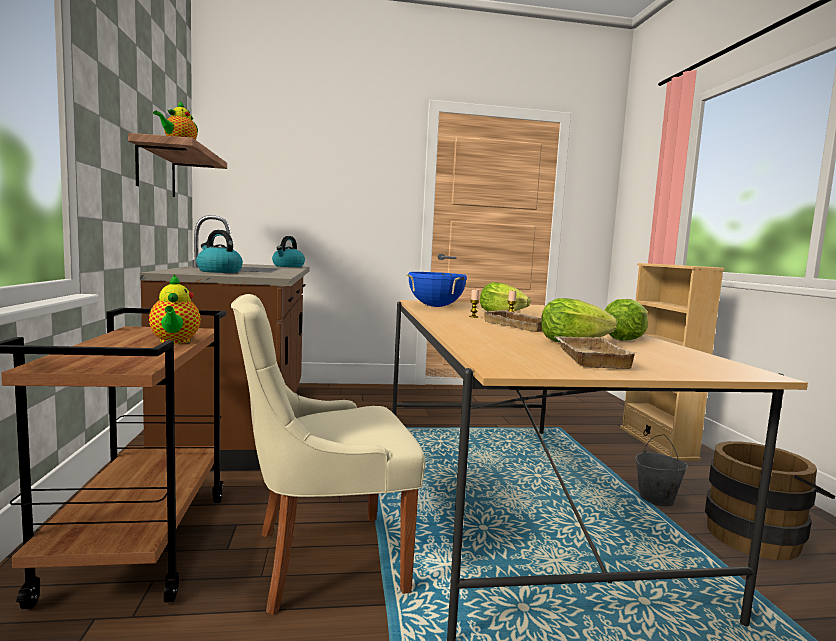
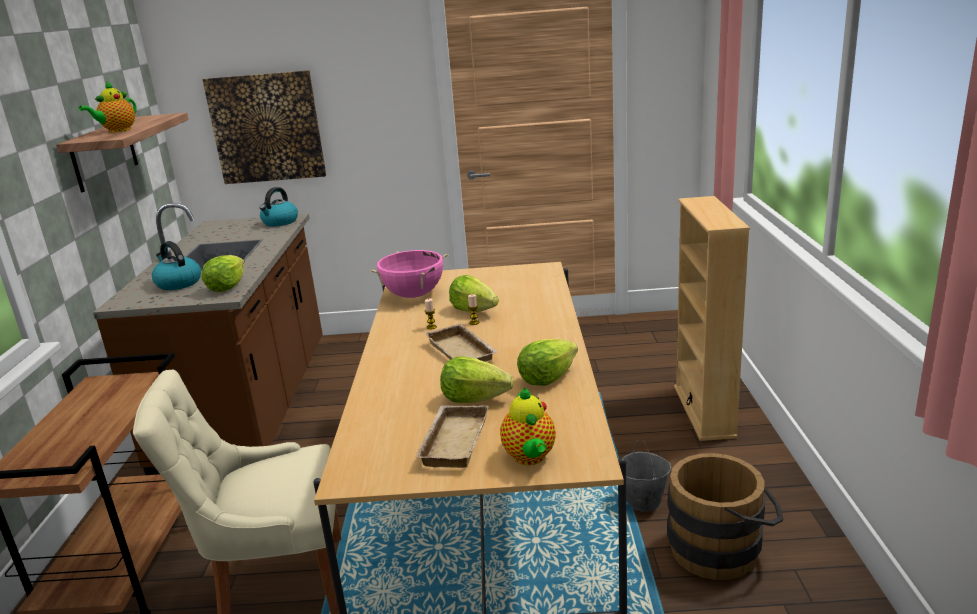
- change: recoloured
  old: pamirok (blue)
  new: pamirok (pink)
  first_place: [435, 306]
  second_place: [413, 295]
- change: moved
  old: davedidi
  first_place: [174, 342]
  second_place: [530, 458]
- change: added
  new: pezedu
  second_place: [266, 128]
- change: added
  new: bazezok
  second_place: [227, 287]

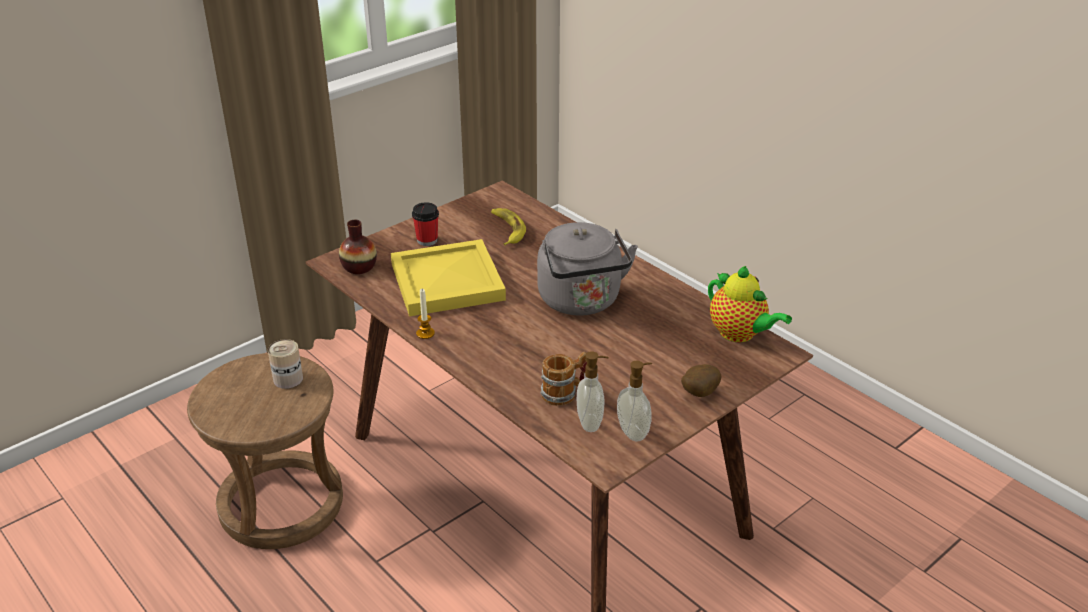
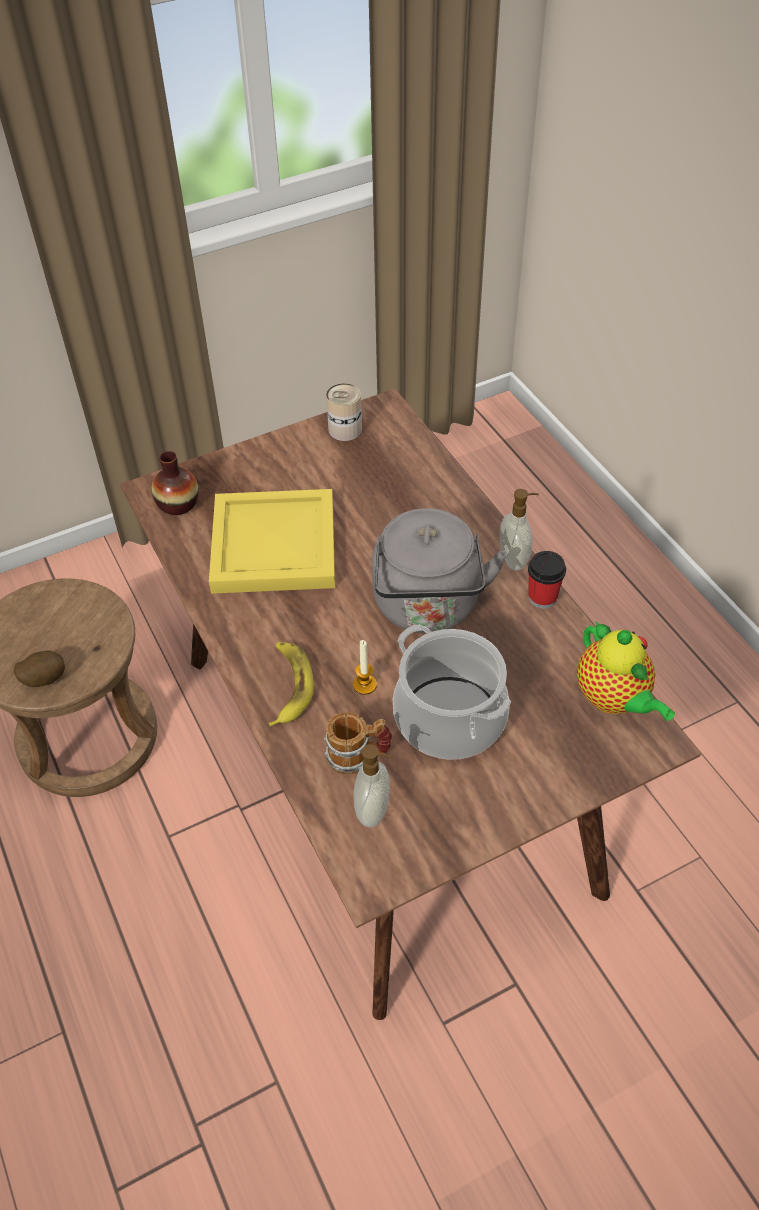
- change: moved
  old: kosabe
  first_place: [427, 240]
  second_place: [542, 597]
- change: moved
  old: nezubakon
  first_place: [507, 229]
  second_place: [289, 686]
- change: moved
  old: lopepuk
  first_place: [425, 333]
  second_place: [364, 685]
- change: moved
  old: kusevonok
  first_place: [288, 379]
  second_place: [345, 429]
- change: moved
  old: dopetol
  first_place: [634, 432]
  second_place: [515, 559]
- change: moved
  old: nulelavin
  first_place: [698, 393]
  second_place: [44, 679]
- change: added
  new: pamirok
  second_place: [450, 717]

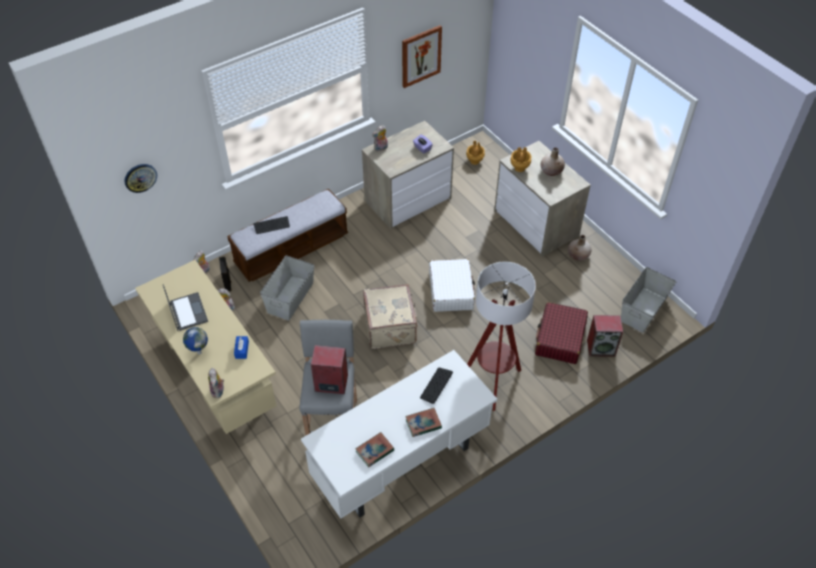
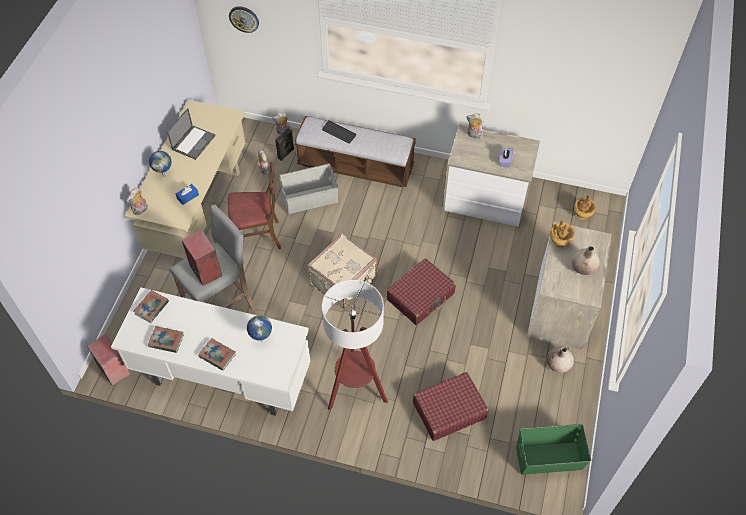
- change: removed
  old: pezedu
  first_place: [421, 56]
- change: recoloured
  old: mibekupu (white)
  new: mibekupu (red)
  first_place: [451, 291]
  second_place: [420, 296]
- change: recoloured
  old: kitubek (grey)
  new: kitubek (green)
  first_place: [643, 309]
  second_place: [549, 458]
- change: moved
  old: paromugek
  first_place: [601, 347]
  second_place: [115, 370]
- change: replaced
  old: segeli
  new: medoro
  first_place: [436, 385]
  second_place: [261, 339]
- change: added
  new: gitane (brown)
  second_place: [258, 237]
- change: added
  new: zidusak
  second_place: [151, 308]

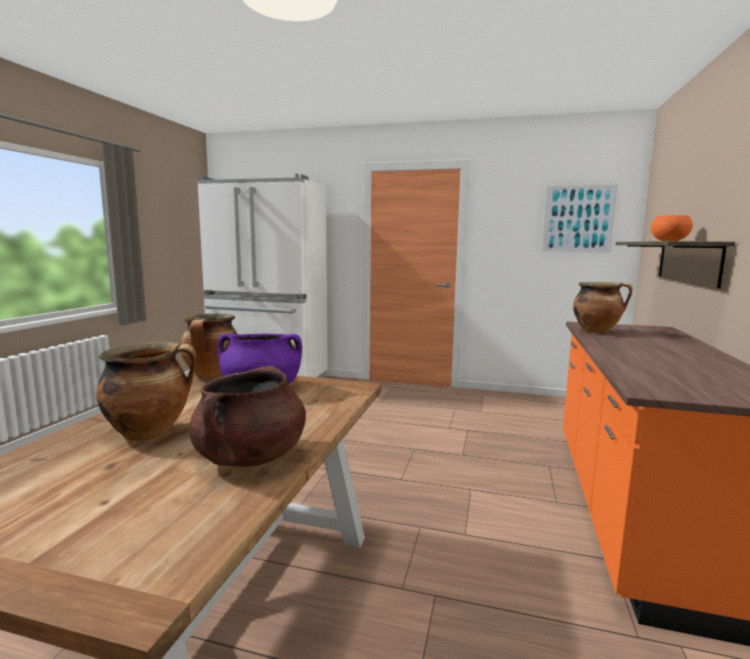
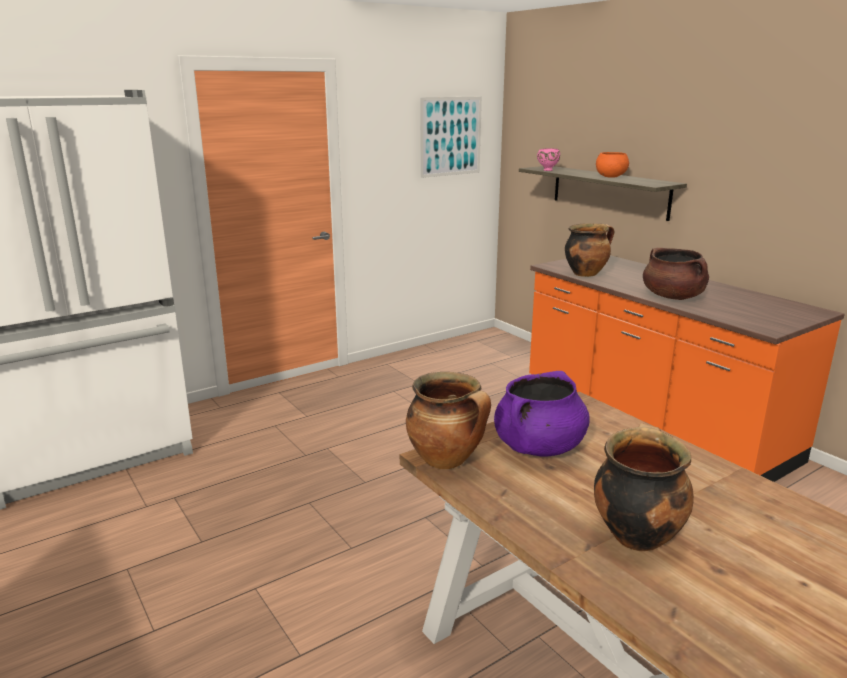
- change: moved
  old: pamirok (brown)
  first_place: [250, 457]
  second_place: [673, 297]
- change: added
  new: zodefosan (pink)
  second_place: [547, 170]

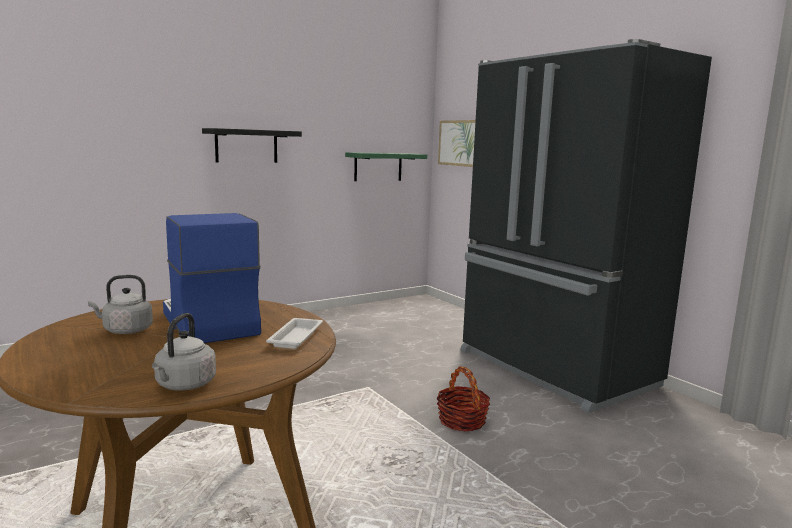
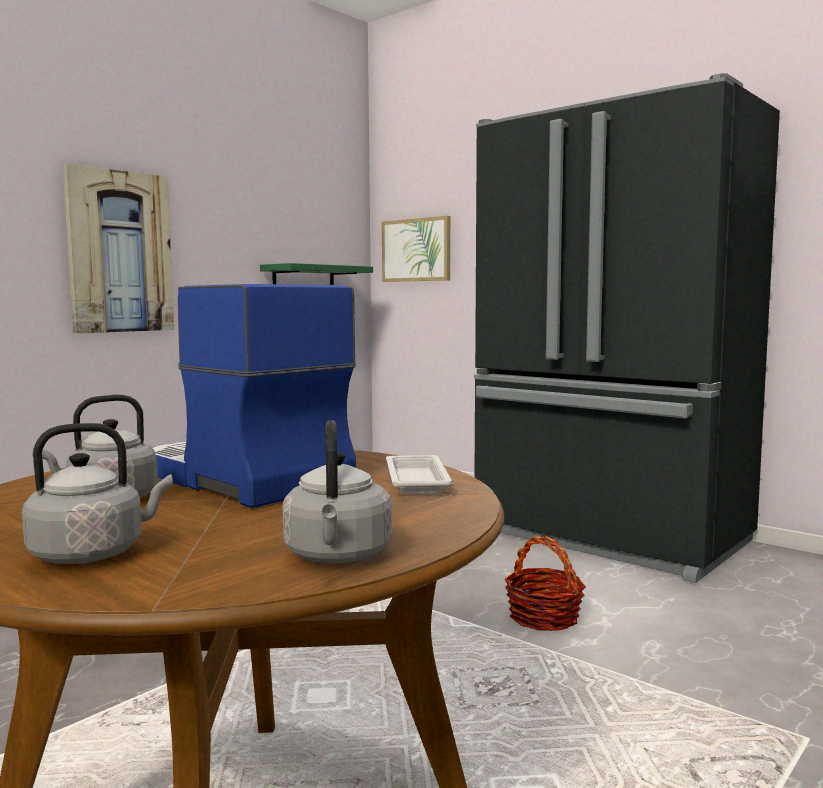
- change: replaced
  old: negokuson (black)
  new: pezedu
  first_place: [246, 146]
  second_place: [119, 252]
- change: added
  new: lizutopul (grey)
  second_place: [93, 554]

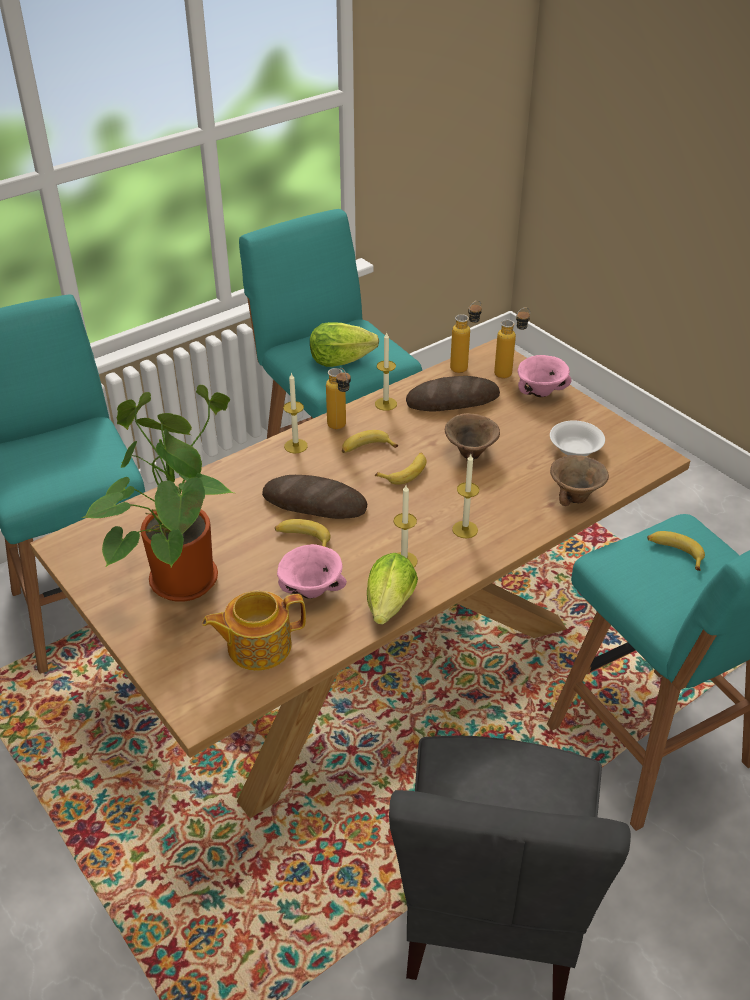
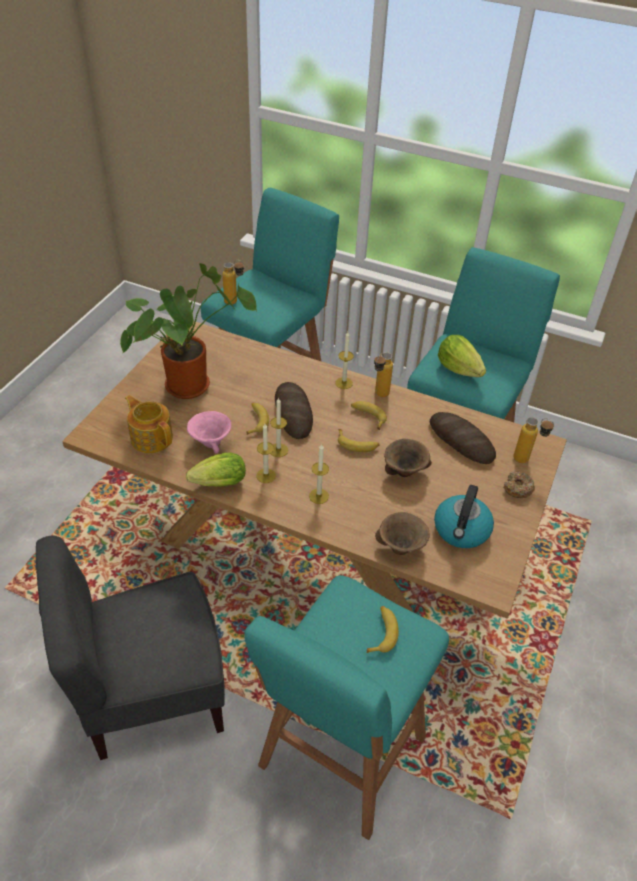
- change: moved
  old: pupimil
  first_place: [464, 366]
  second_place: [235, 303]
- change: moved
  old: lopepuk
  first_place: [386, 404]
  second_place: [278, 450]
- change: replaced
  old: zodefosan (pink)
  new: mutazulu
  first_place: [541, 392]
  second_place: [517, 488]
- change: replaced
  old: zodefosan (white)
  new: lizutopul
  first_place: [575, 448]
  second_place: [461, 531]

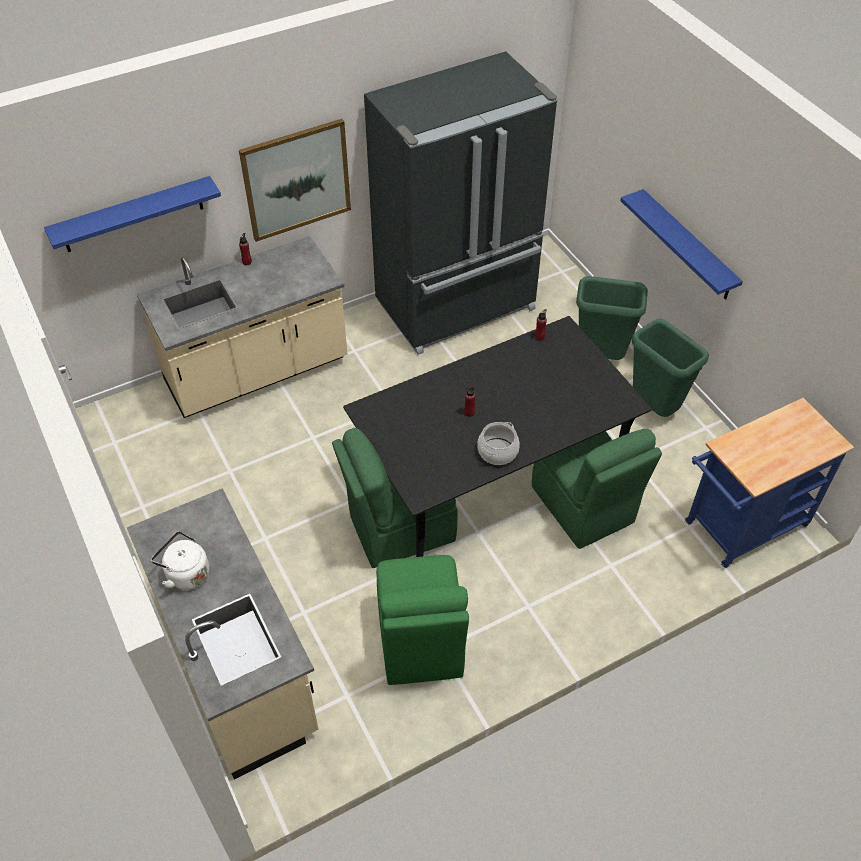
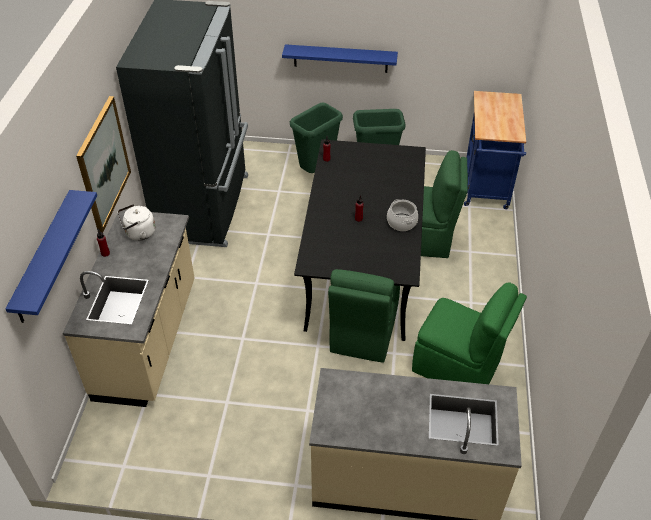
- change: moved
  old: lizutopul (white)
  first_place: [185, 573]
  second_place: [139, 233]

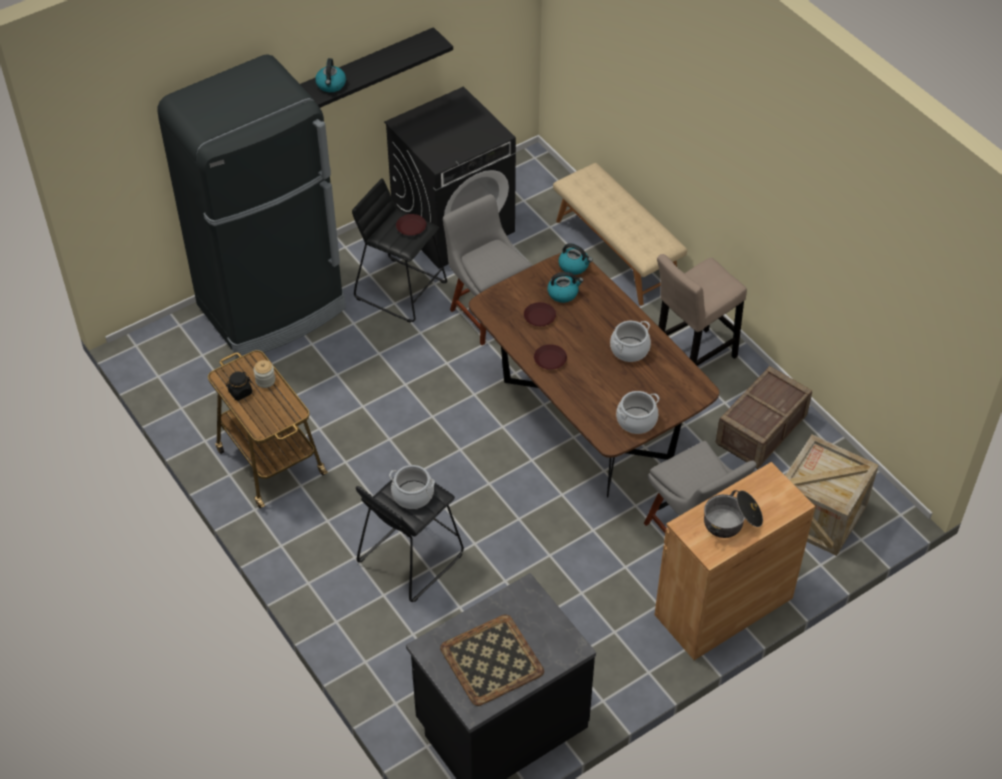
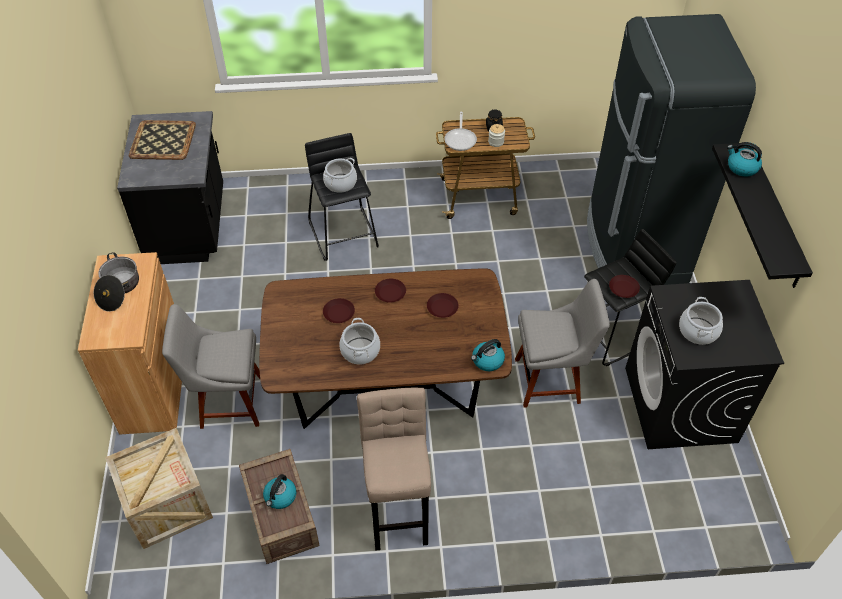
- change: removed
  old: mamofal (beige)
  first_place: [617, 252]
- change: moved
  old: lizutopul
  first_place: [563, 293]
  second_place: [280, 497]
- change: moved
  old: pamirok
  first_place: [636, 420]
  second_place: [698, 331]
- change: added
  new: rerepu
  second_place: [460, 139]
- change: added
  new: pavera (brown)
  second_place: [338, 313]

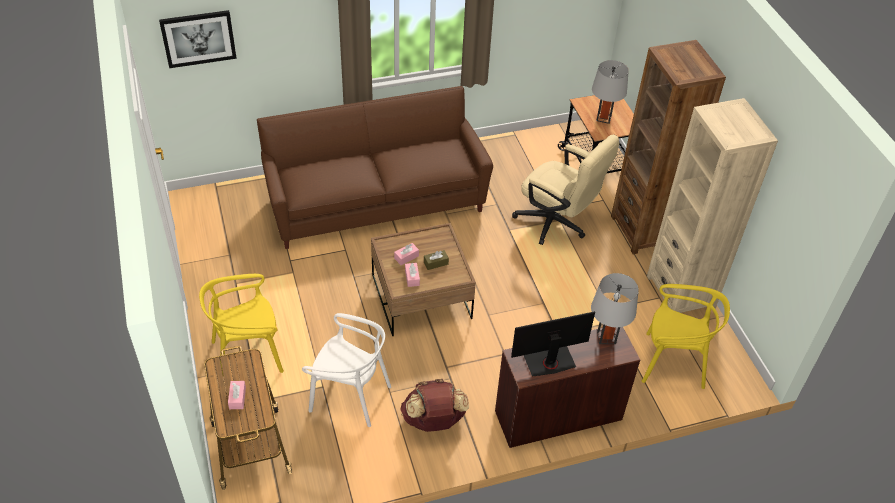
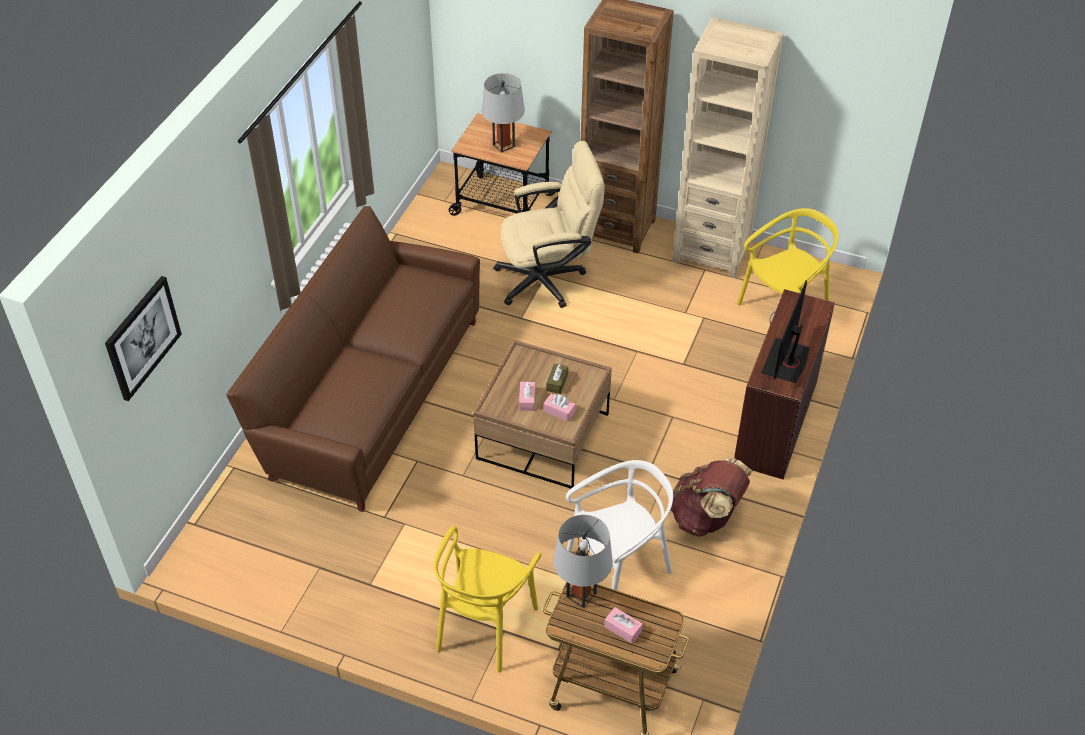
- change: moved
  old: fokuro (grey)
  first_place: [606, 337]
  second_place: [581, 595]

